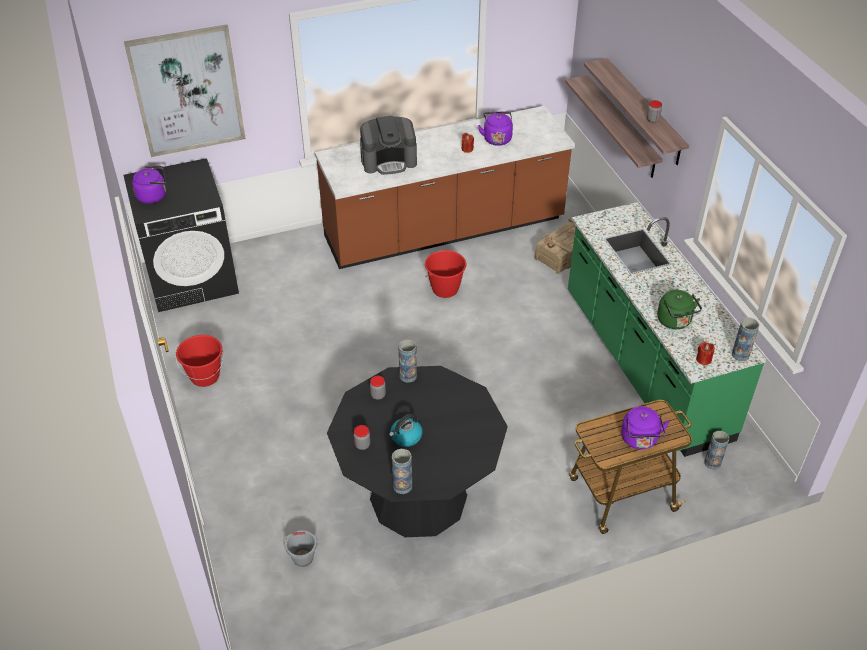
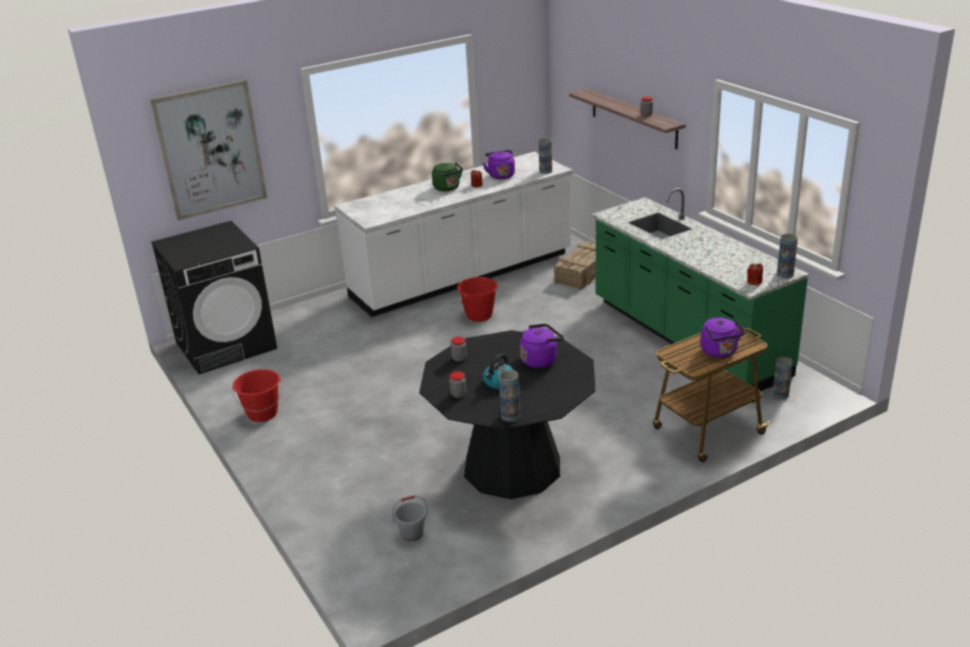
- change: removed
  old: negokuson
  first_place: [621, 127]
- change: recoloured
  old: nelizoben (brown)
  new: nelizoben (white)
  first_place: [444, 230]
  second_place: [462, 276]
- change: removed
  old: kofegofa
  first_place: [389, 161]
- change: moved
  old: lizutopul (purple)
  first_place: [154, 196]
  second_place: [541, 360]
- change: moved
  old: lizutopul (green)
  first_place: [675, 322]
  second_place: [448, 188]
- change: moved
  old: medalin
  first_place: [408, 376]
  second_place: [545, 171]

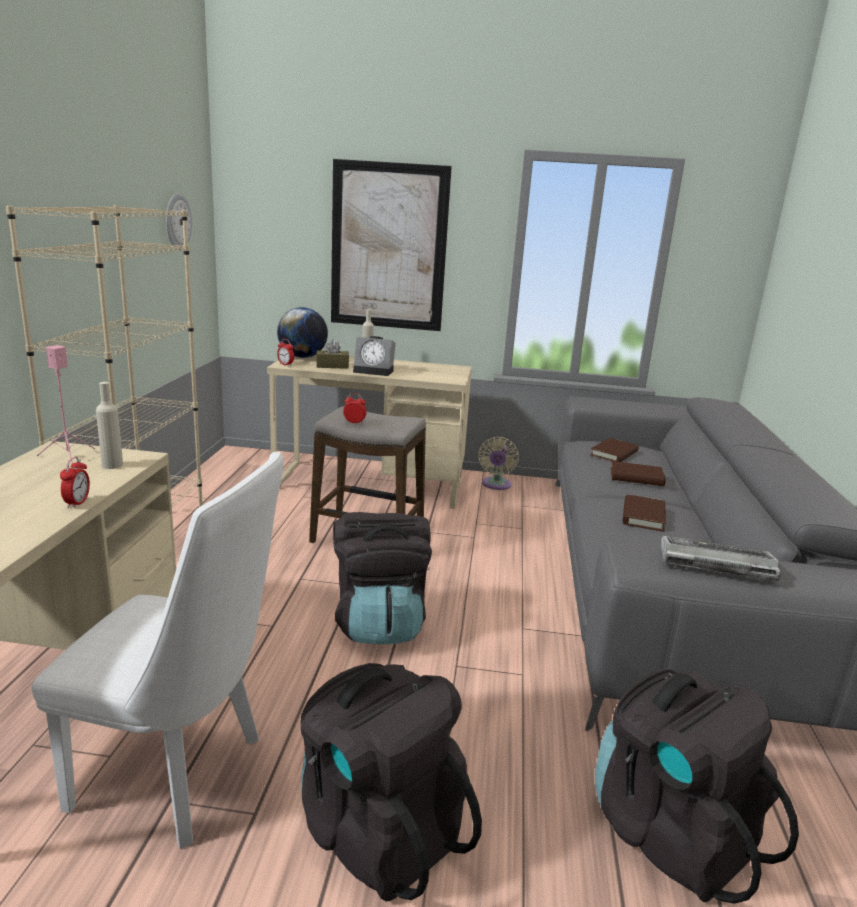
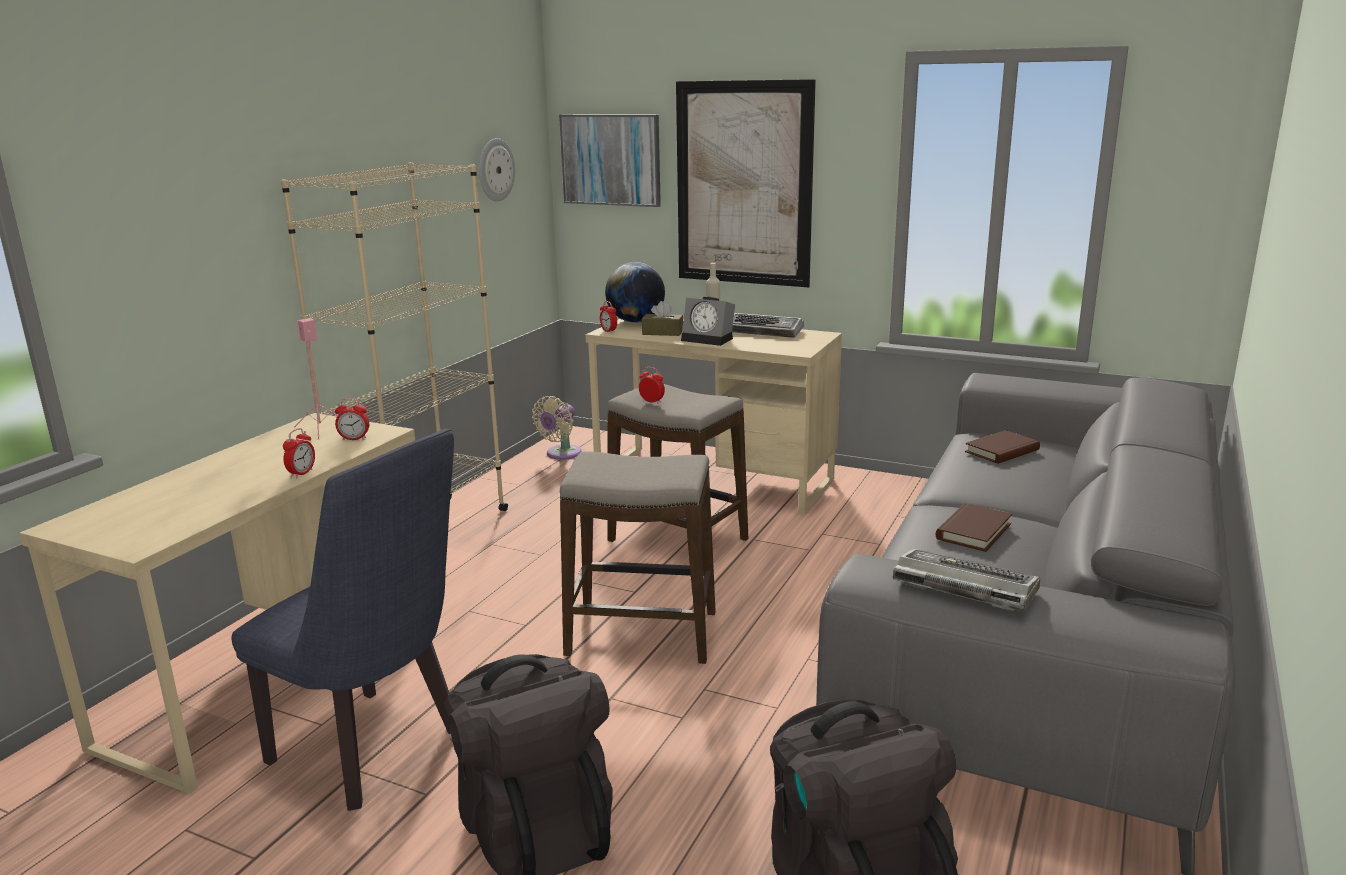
- change: replaced
  old: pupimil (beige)
  new: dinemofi
  first_place: [112, 465]
  second_place: [354, 439]
- change: moved
  old: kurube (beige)
  first_place: [496, 485]
  second_place: [561, 454]
- change: recoloured
  old: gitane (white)
  new: gitane (blue)
  first_place: [182, 776]
  second_place: [376, 751]
- change: removed
  old: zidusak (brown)
  first_place: [636, 477]
- change: replaced
  old: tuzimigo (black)
  new: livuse
  first_place: [379, 622]
  second_place: [641, 634]
- change: added
  new: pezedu
  second_place: [611, 160]
- change: added
  new: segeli
  second_place: [765, 331]

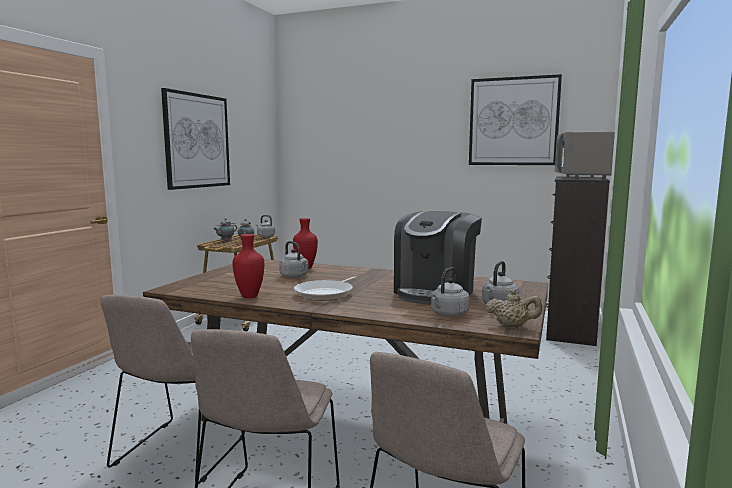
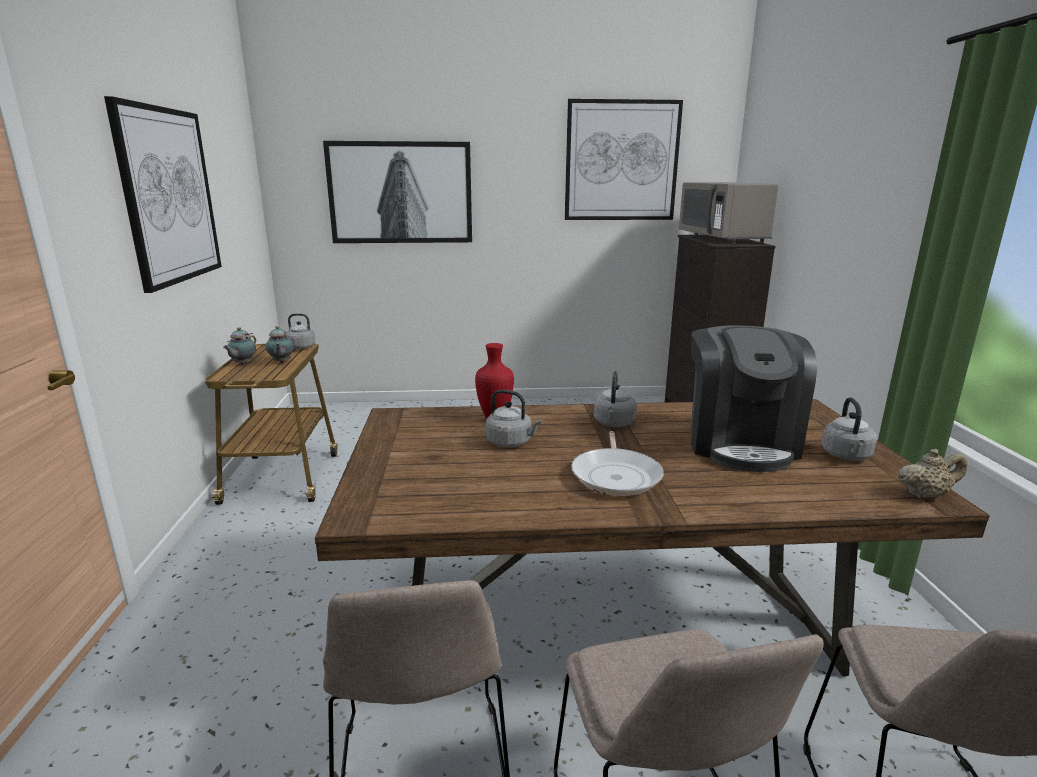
- change: removed
  old: medalin (red)
  first_place: [250, 296]
- change: moved
  old: lizutopul (grey)
  first_place: [448, 314]
  second_place: [614, 423]
- change: added
  new: pezedu
  second_place: [400, 193]

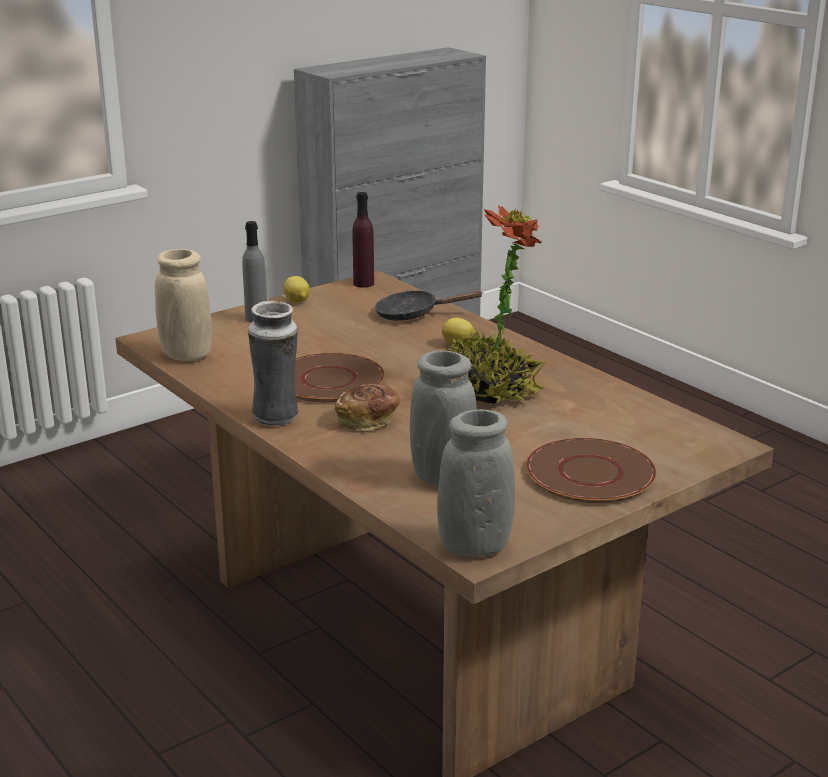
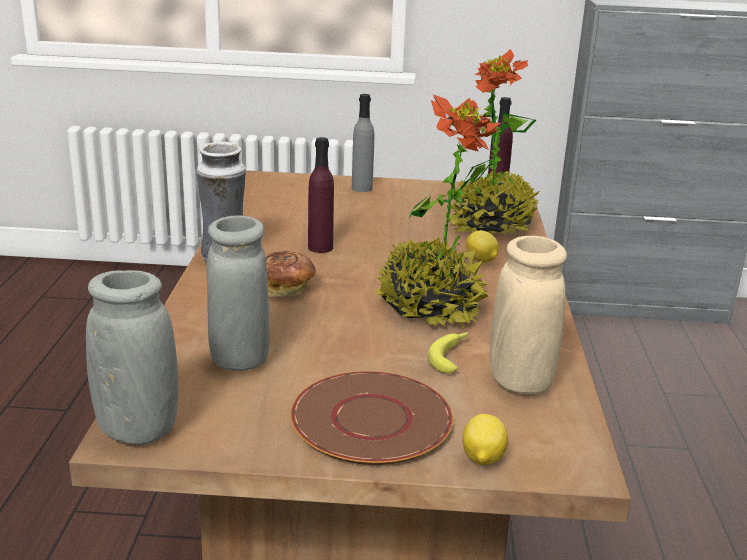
- change: moved
  old: medalin (beige)
  first_place: [186, 355]
  second_place: [520, 381]
- change: moved
  old: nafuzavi
  first_place: [297, 302]
  second_place: [482, 459]
- change: replaced
  old: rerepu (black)
  new: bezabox
  first_place: [413, 314]
  second_place: [491, 225]
- change: replaced
  old: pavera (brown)
  new: pupimil (purple)
  first_place: [329, 380]
  second_place: [320, 248]
- change: added
  new: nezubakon
  second_place: [452, 356]

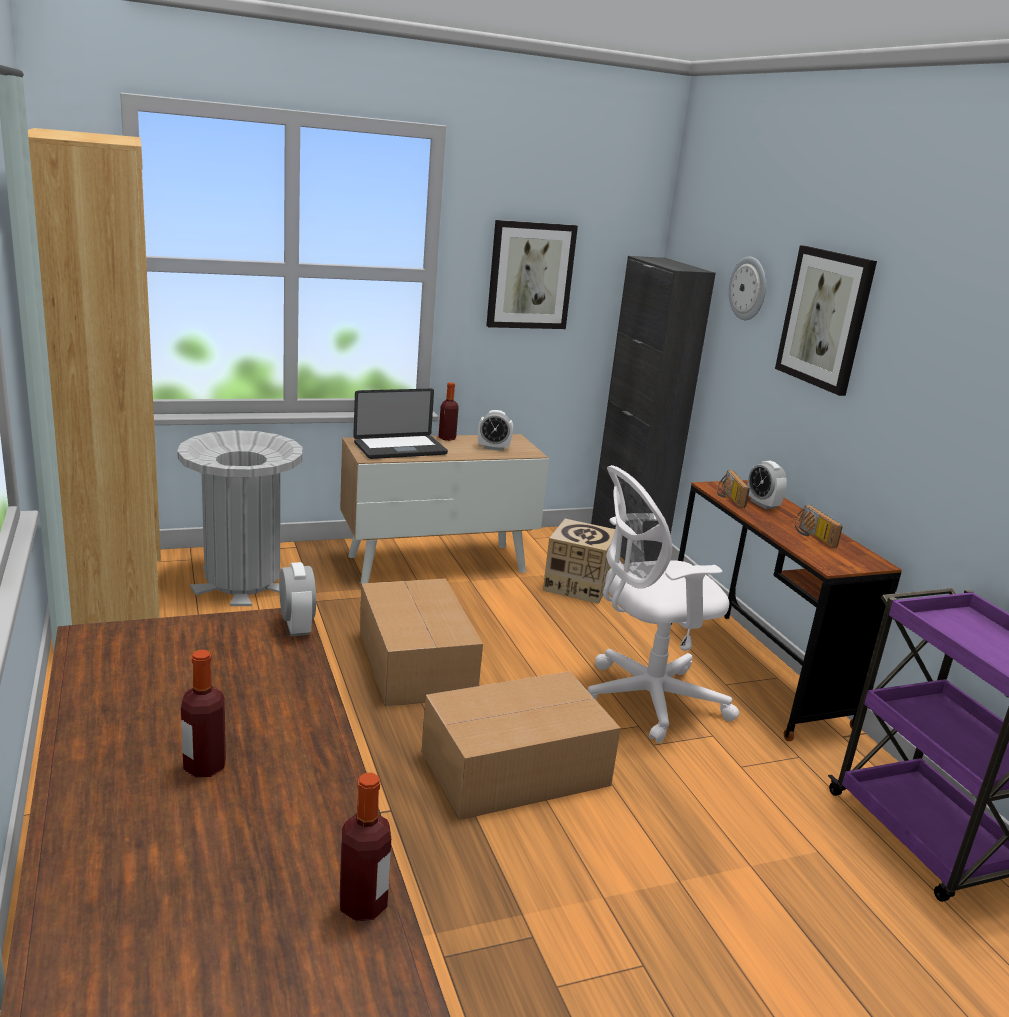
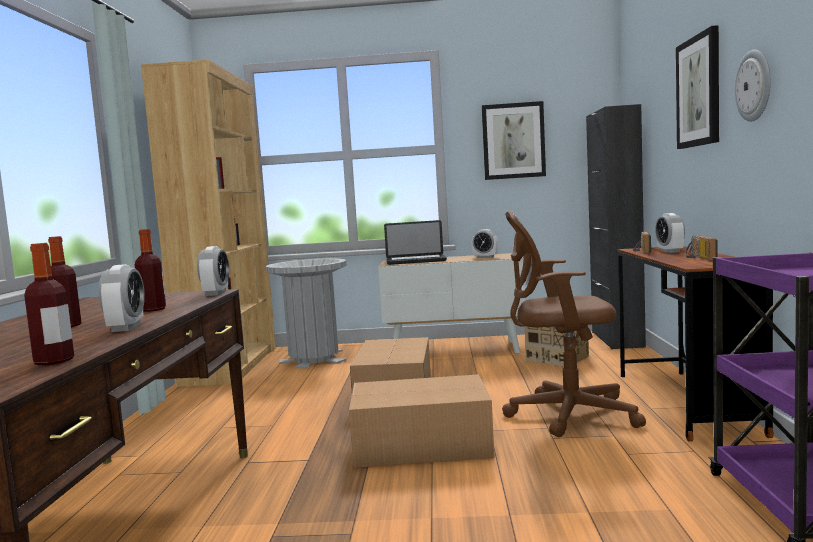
- change: moved
  old: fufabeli
  first_place: [748, 288]
  second_place: [754, 85]
- change: moved
  old: pupimil
  first_place: [447, 438]
  second_place: [153, 309]
- change: recoloured
  old: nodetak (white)
  new: nodetak (brown)
  first_place: [644, 700]
  second_place: [565, 414]
- change: added
  new: dinemofi
  second_place: [126, 328]

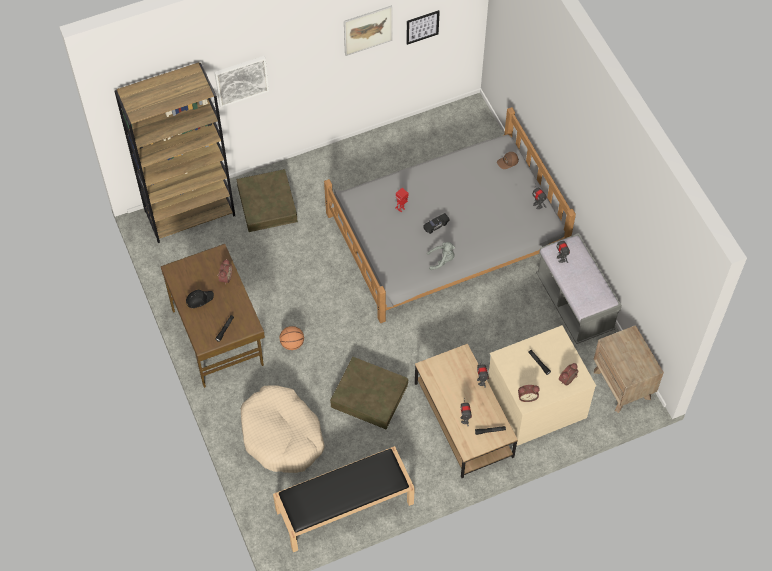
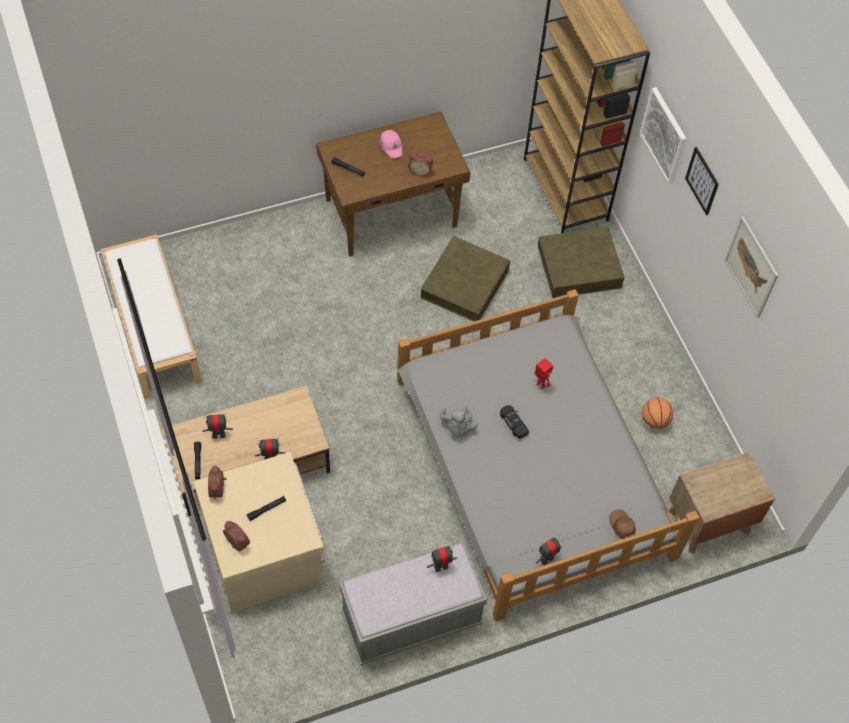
- change: moved
  old: pezedu
  first_place: [422, 27]
  second_place: [702, 181]
- change: recoloured
  old: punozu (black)
  new: punozu (pink)
  first_place: [199, 299]
  second_place: [391, 146]
- change: moved
  old: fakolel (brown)
  first_place: [622, 384]
  second_place: [709, 521]
- change: moved
  old: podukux
  first_place: [292, 344]
  second_place: [654, 420]
- change: moved
  old: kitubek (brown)
  first_place: [369, 396]
  second_place: [465, 284]
- change: removed
  old: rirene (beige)
  first_place: [282, 435]
- change: recoloured
  old: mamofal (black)
  new: mamofal (white)
  first_place: [344, 507]
  second_place: [153, 327]

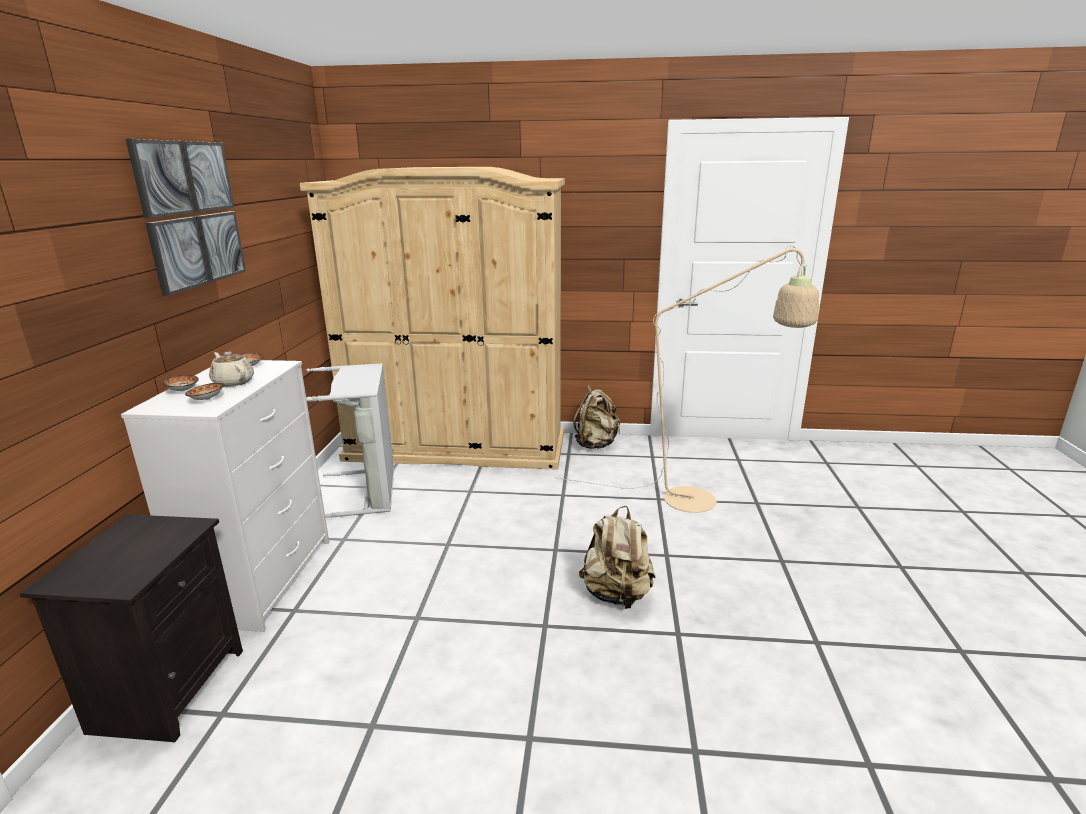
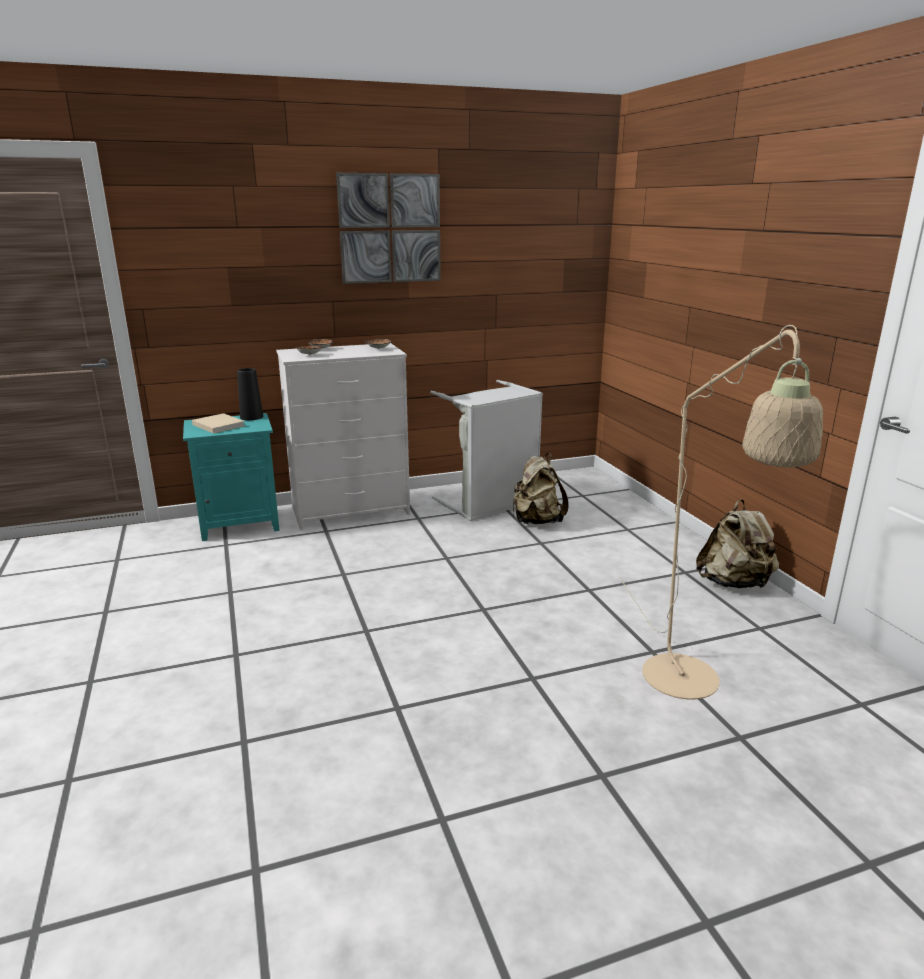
- change: removed
  old: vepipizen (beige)
  first_place: [456, 447]
- change: removed
  old: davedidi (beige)
  first_place: [233, 382]
- change: moved
  old: tuzimigo (beige)
  first_place: [617, 594]
  second_place: [536, 521]
- change: recoloured
  old: fakolel (black)
  new: fakolel (turquoise)
  first_place: [168, 688]
  second_place: [241, 523]
- change: added
  new: medalin (black)
  second_place: [251, 417]
- change: added
  new: zidusak (beige)
  second_place: [218, 425]

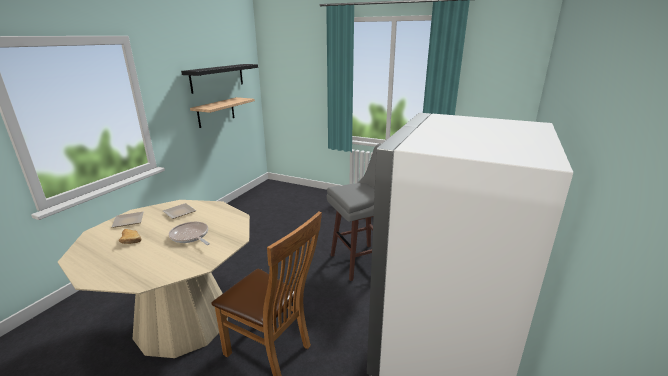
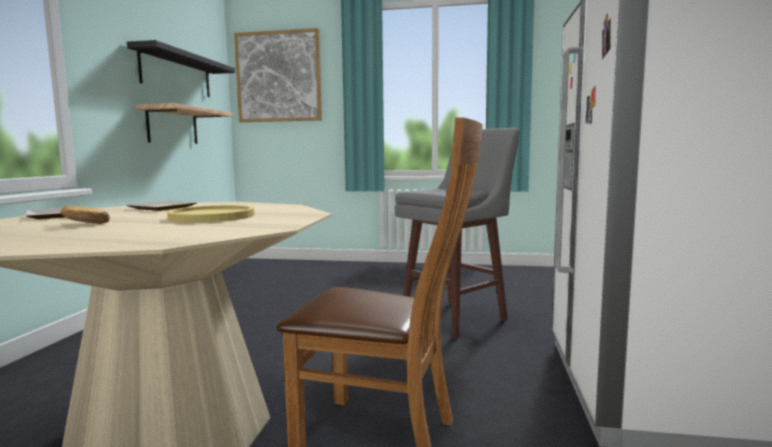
- change: replaced
  old: rerepu
  new: pavera (yellow)
  first_place: [190, 236]
  second_place: [212, 216]
- change: added
  new: pezedu
  second_place: [278, 77]

